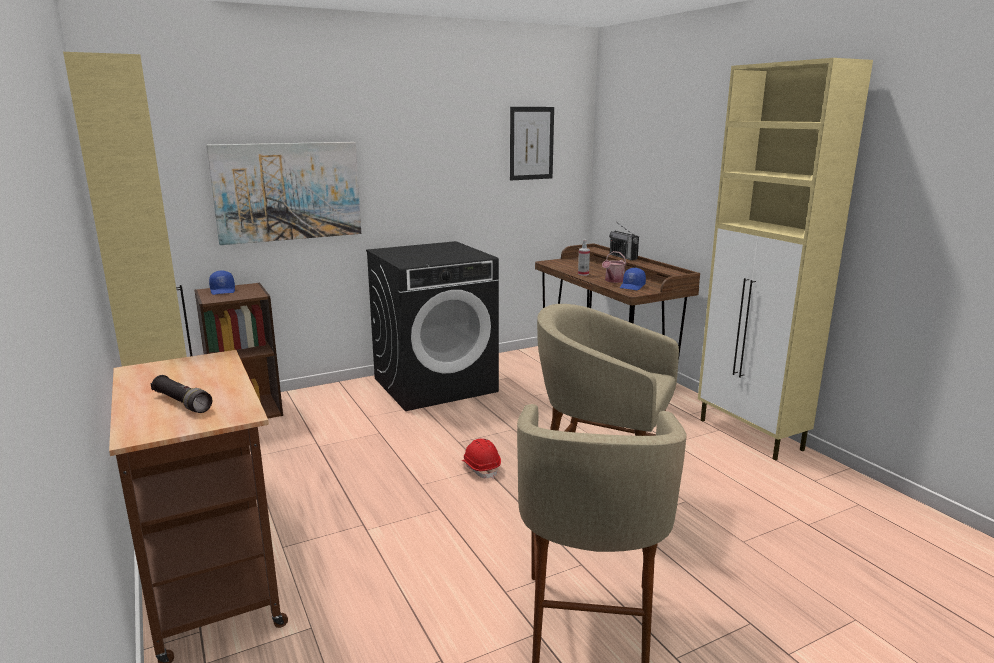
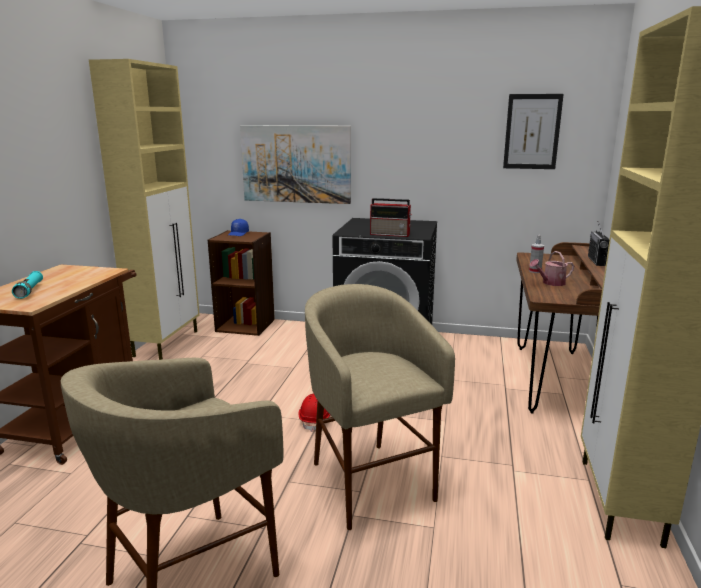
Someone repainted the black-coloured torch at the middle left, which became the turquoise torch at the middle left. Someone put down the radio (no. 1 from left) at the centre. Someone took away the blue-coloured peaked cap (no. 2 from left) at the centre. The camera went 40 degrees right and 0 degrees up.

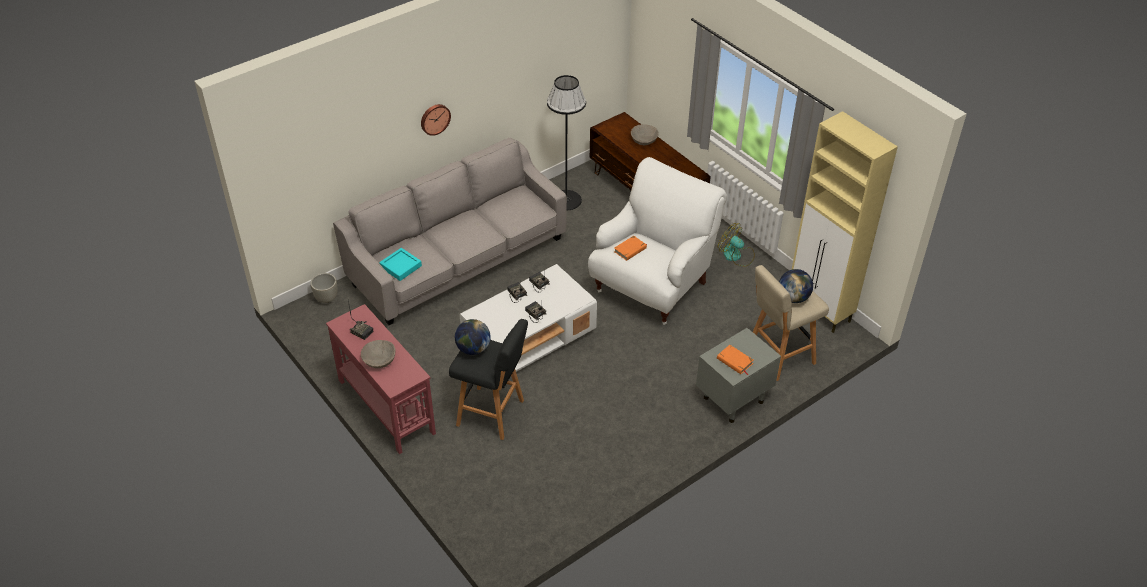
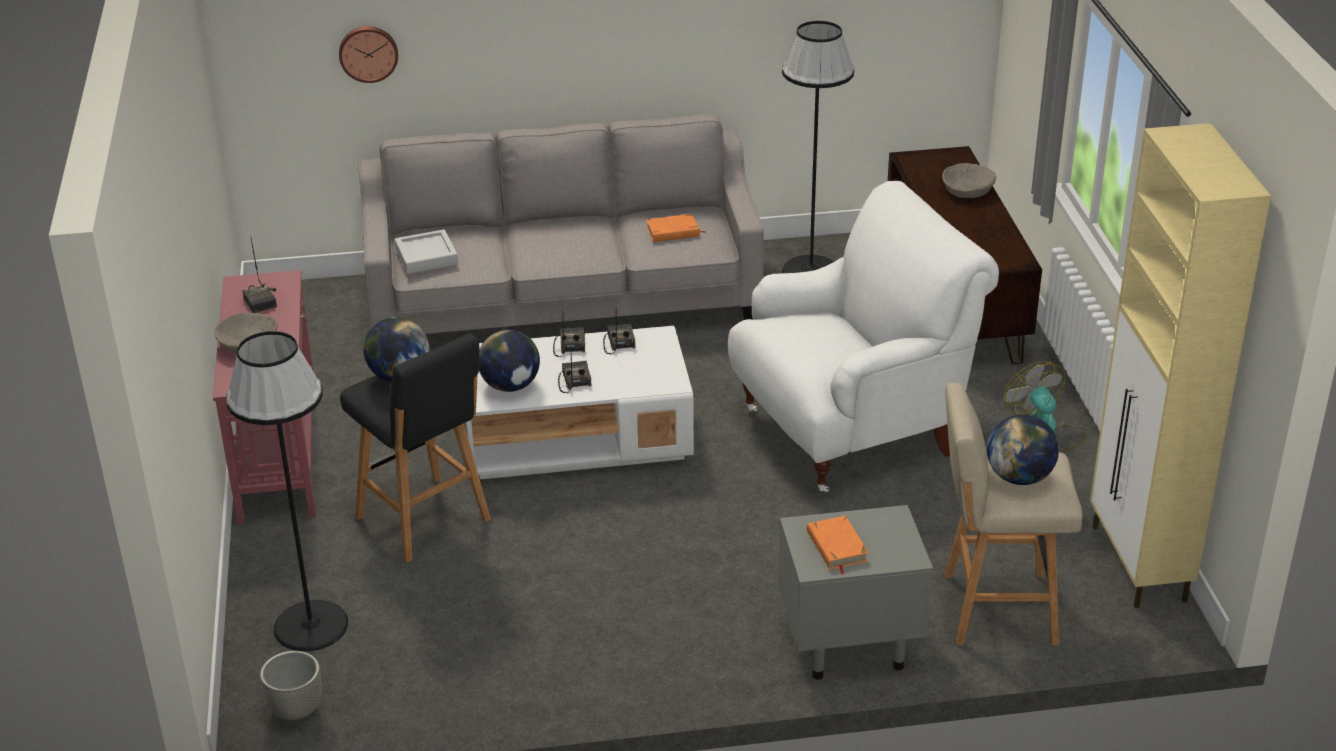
Someone put down the black-coloured standard lamp (no. 1 from left) at the middle left. Someone carried the grey planter from the middle left to the bottom left. Someone carried the wall clock from the top centre to the top left. Someone repainted the turquoise serving tray at the centre, which became the grey serving tray at the middle left. Someone put down the world globe (no. 2 from left) at the centre. Someone carried the orange-coloured bound book (no. 1 from left) from the centre to the top centre. The camera went 30 degrees right and 10 degrees down.

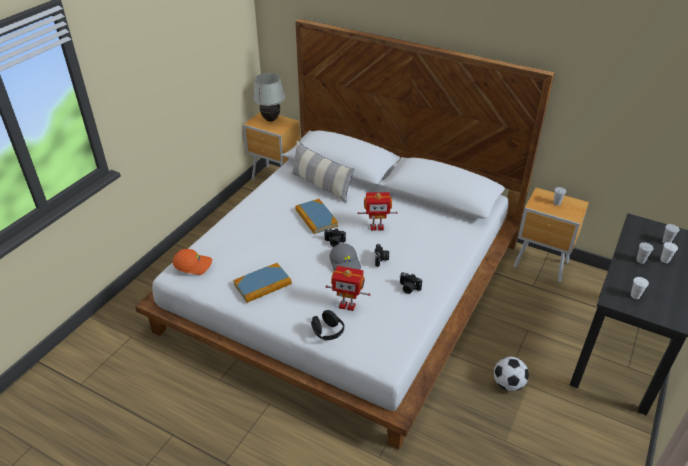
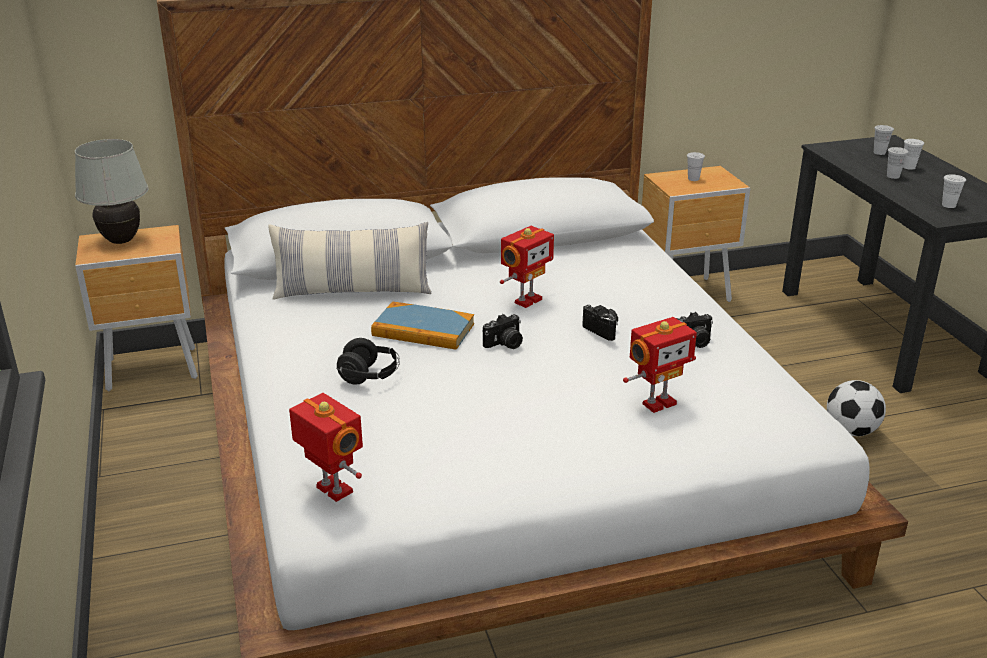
Someone swapped the orange-coloured peaked cap at the middle left for the model robot (no. 1 from left) at the bottom left. Someone carried the black-coloured pair of headphones from the bottom centre to the centre. Someone took away the bound book (no. 1 from left) at the centre. Someone took away the grey peaked cap at the centre. The camera went 45 degrees left and 10 degrees down.

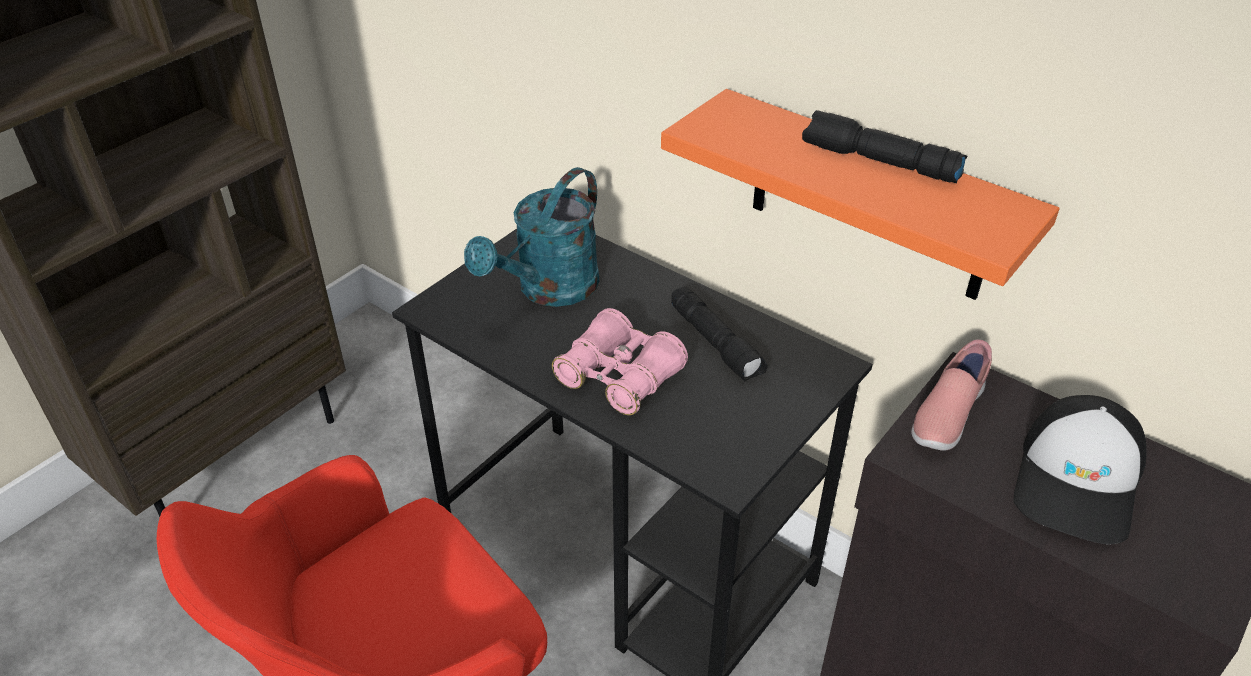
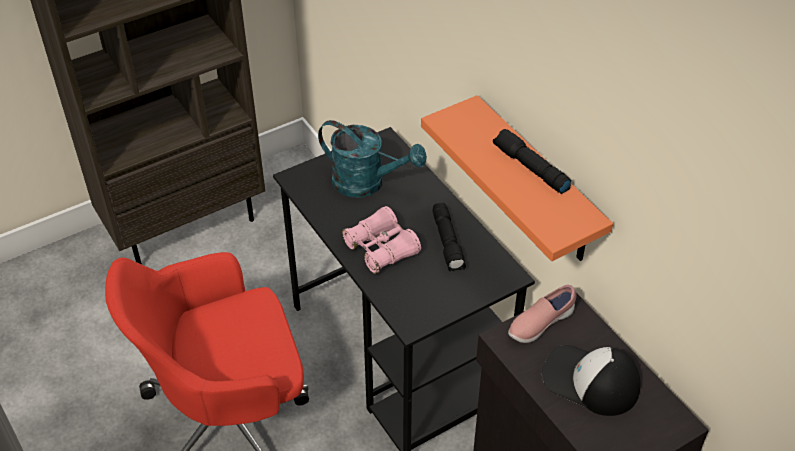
Someone rotated the turquoise sprinkling can at the centre by 120 degrees counterclockwise. Someone rotated the peaked cap at the bottom right by 75 degrees clockwise. The camera went 20 degrees right and 5 degrees up.

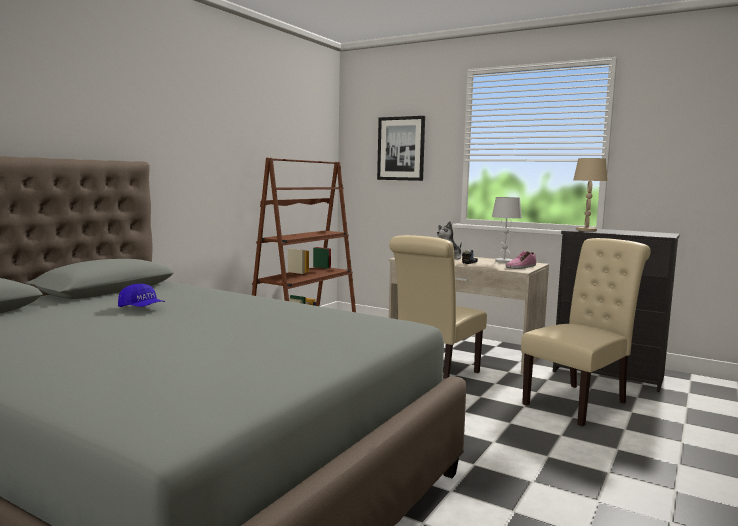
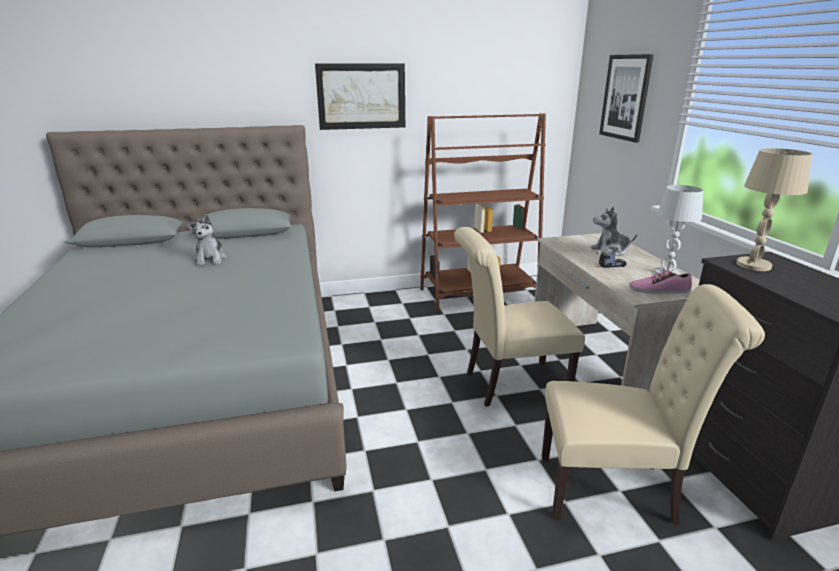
Someone swapped the blue-coloured peaked cap at the middle left for the plush toy (no. 1 from left) at the middle left. Someone put up the wall picture (no. 1 from left) at the top centre. The camera went 45 degrees right and 15 degrees up.

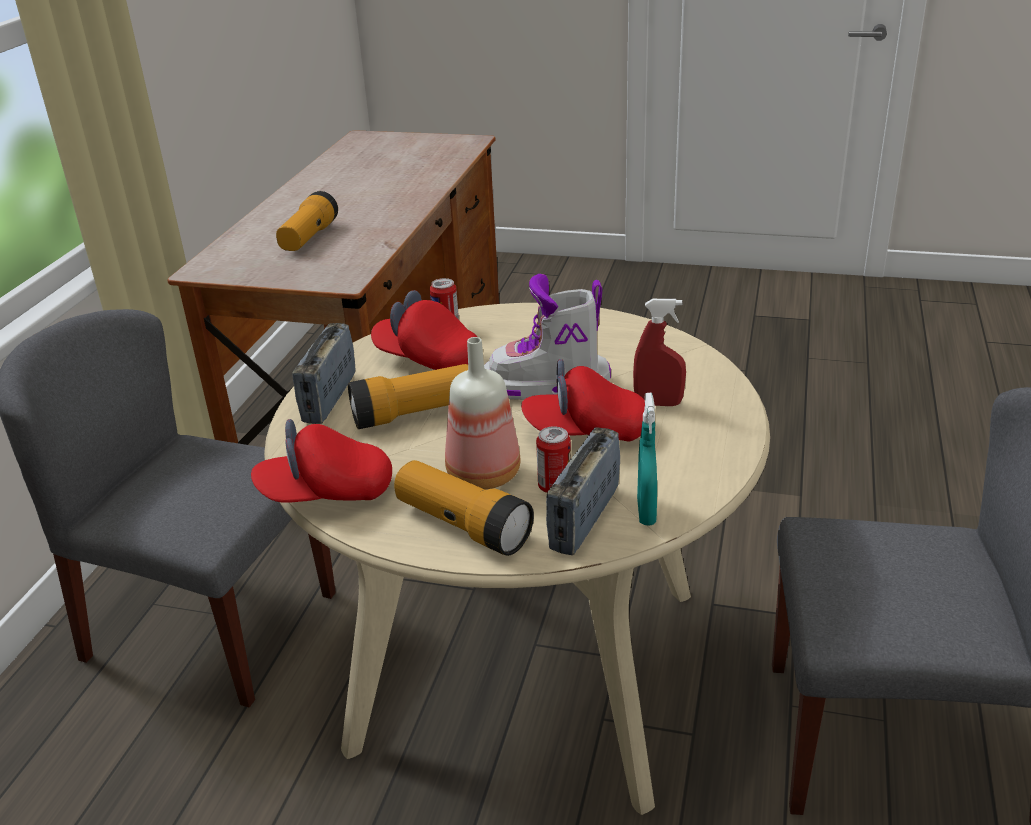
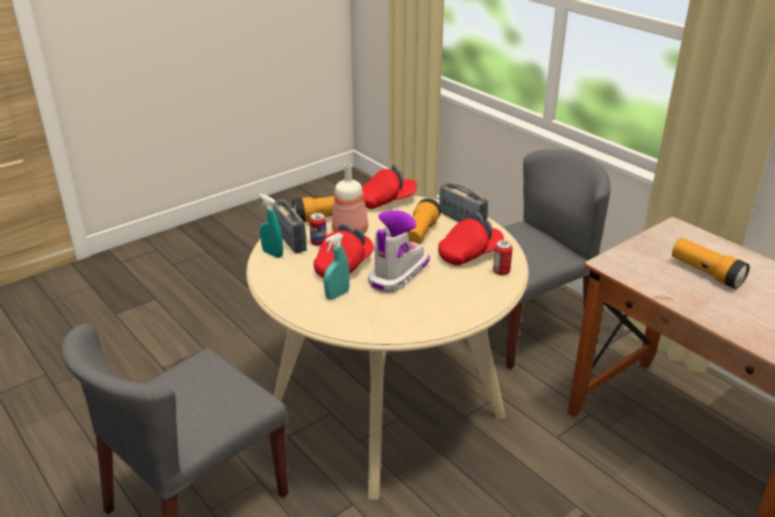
Someone repainted the reddish spray bottle at the centre, which became the turquoise spray bottle (no. 2 from left) at the centre. Someone rotated the reddish peaked cap (no. 1 from left in the first image) at the middle left by 45 degrees clockwise. The camera went 125 degrees right and 0 degrees up.

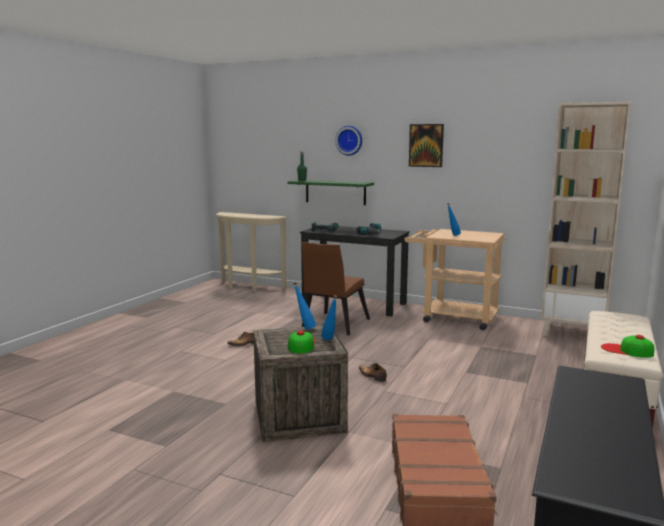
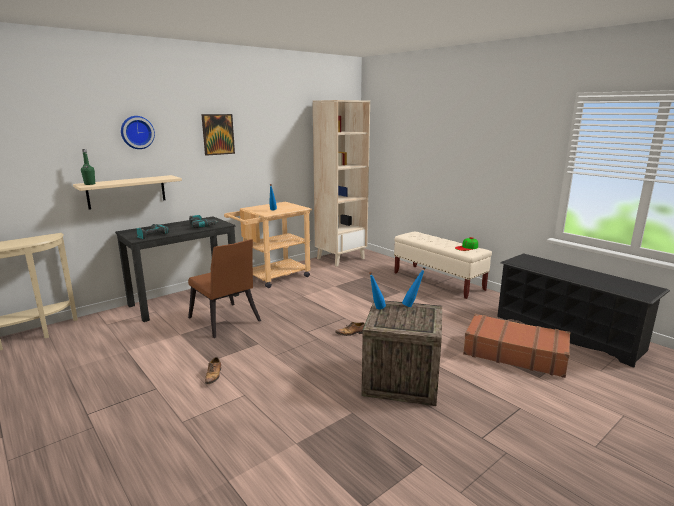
Someone repainted the greenish bracket shelf at the centre, which became the sand-coloured bracket shelf at the middle left. Someone took away the peaked cap (no. 1 from left) at the centre. The camera went 65 degrees left and 5 degrees up.

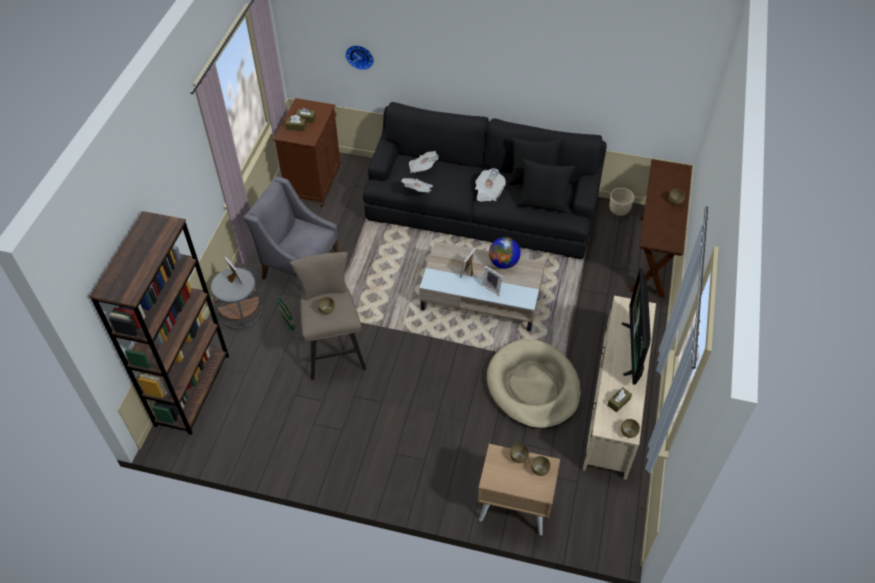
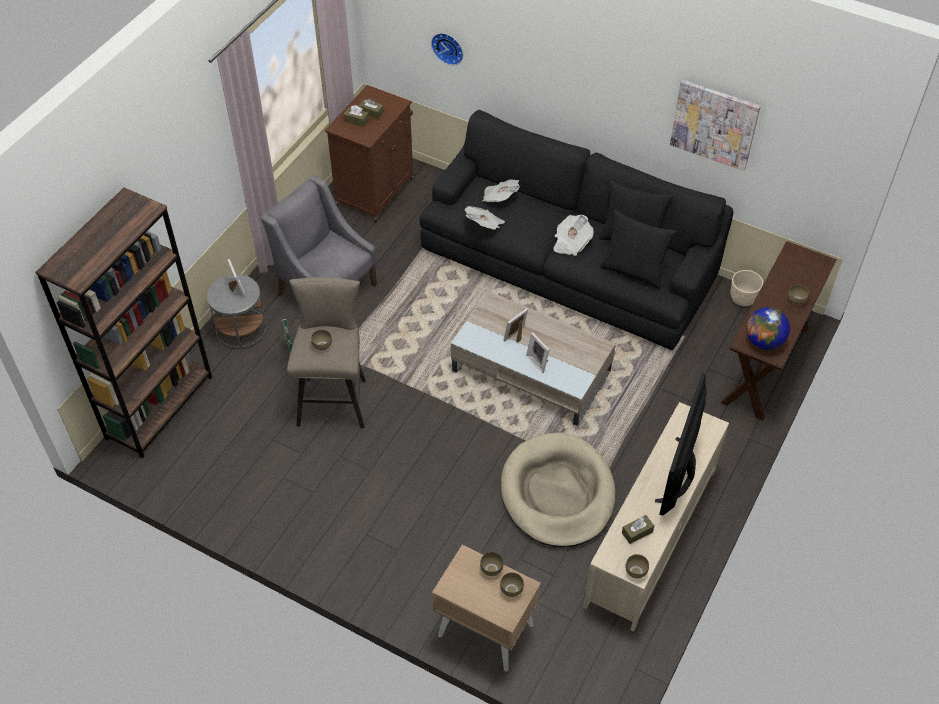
Someone put up the wall picture at the top right. Someone carried the world globe from the centre to the middle right. The camera went 15 degrees right and 0 degrees up.

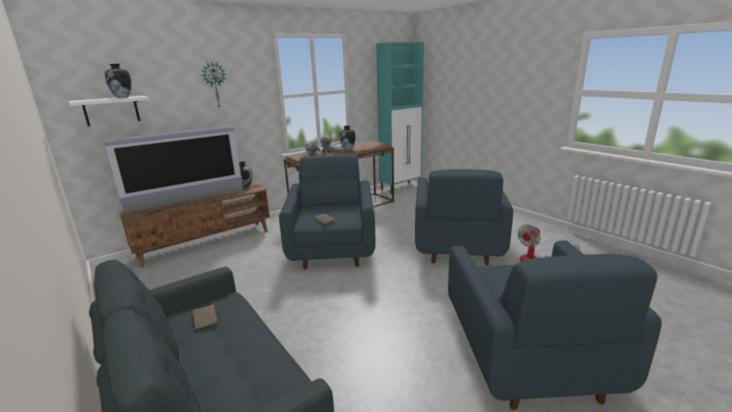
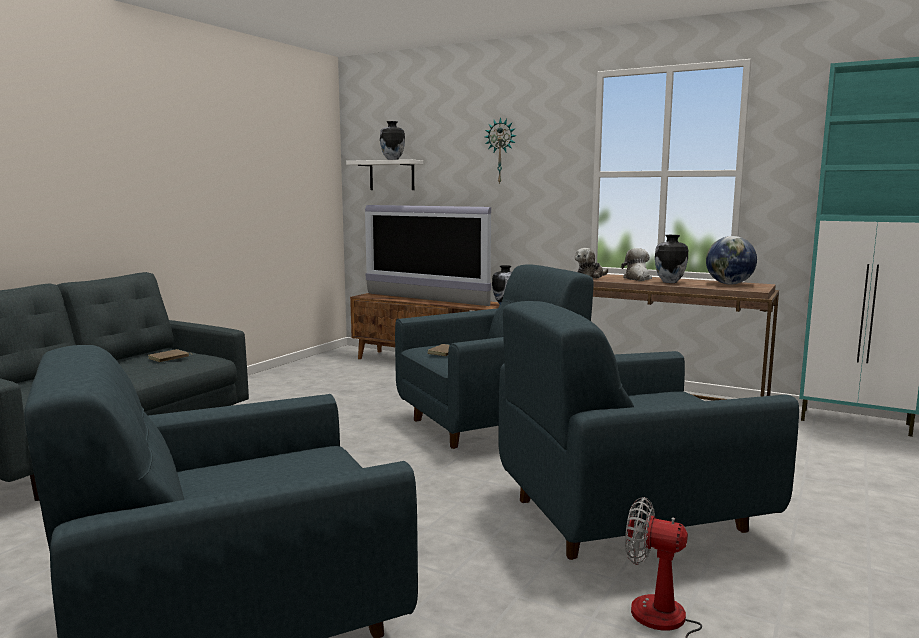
Someone put down the world globe at the middle right. The camera went 65 degrees right and 10 degrees down.

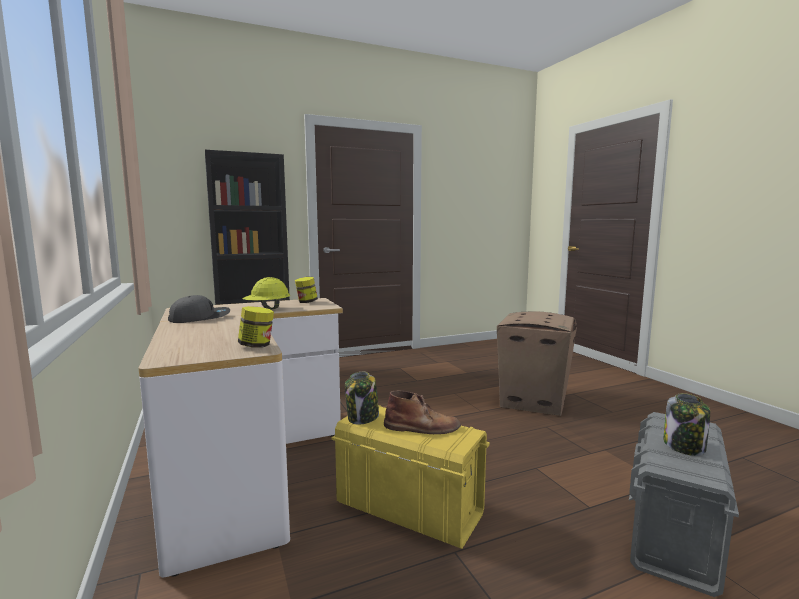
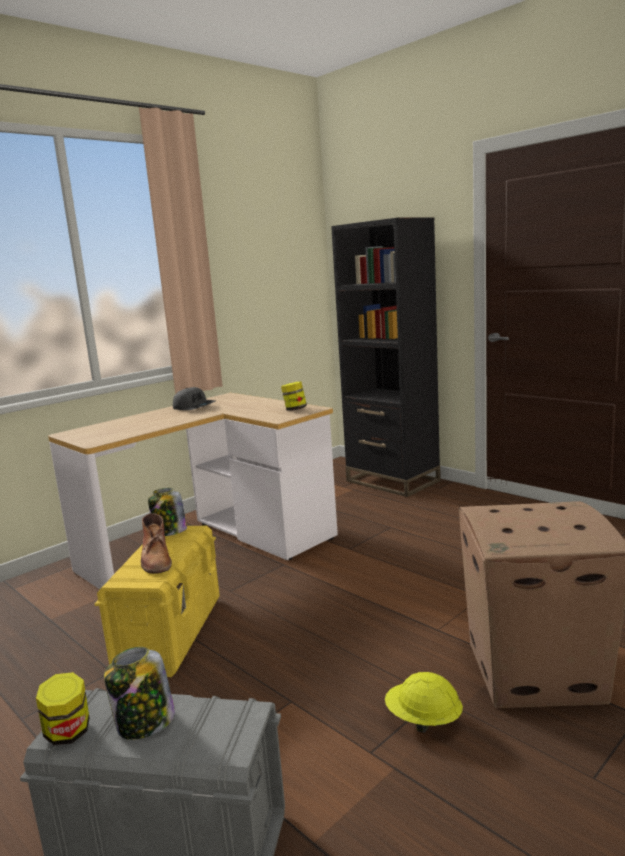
Someone carried the storage jar (no. 1 from left) from the middle left to the bottom left. Someone carried the yellow-coloured work helmet from the middle left to the bottom right. The camera went 70 degrees right and 5 degrees up.

